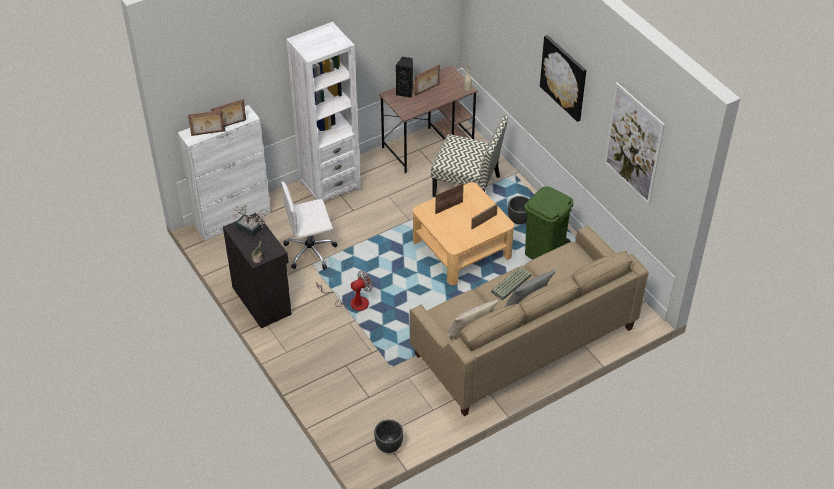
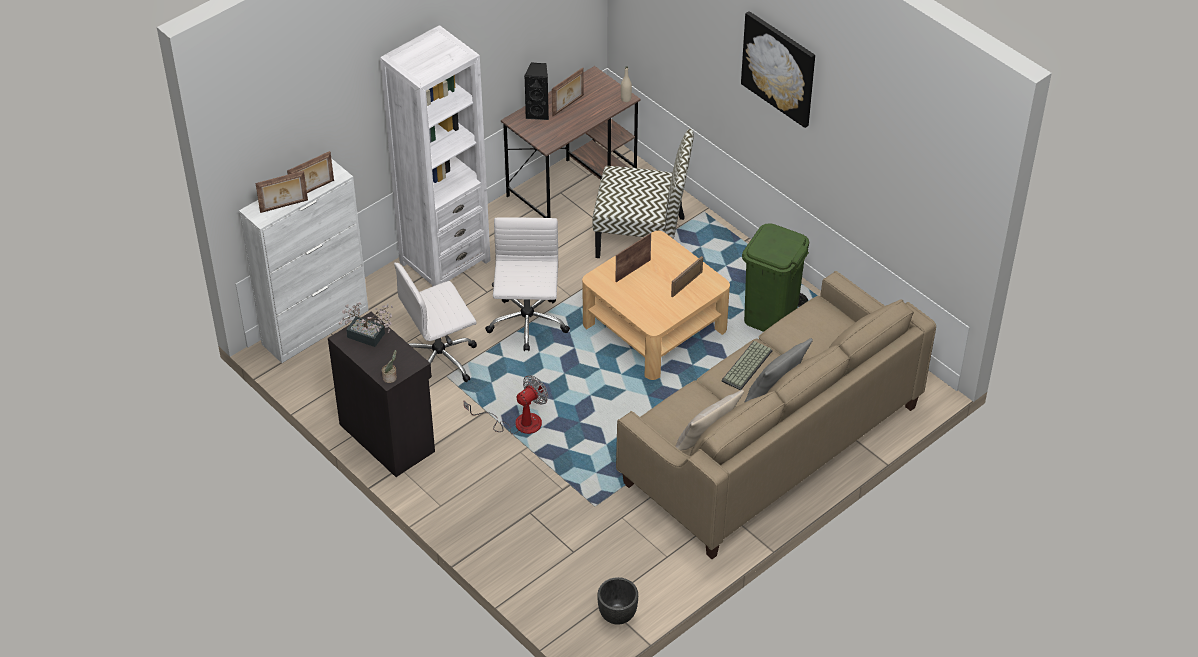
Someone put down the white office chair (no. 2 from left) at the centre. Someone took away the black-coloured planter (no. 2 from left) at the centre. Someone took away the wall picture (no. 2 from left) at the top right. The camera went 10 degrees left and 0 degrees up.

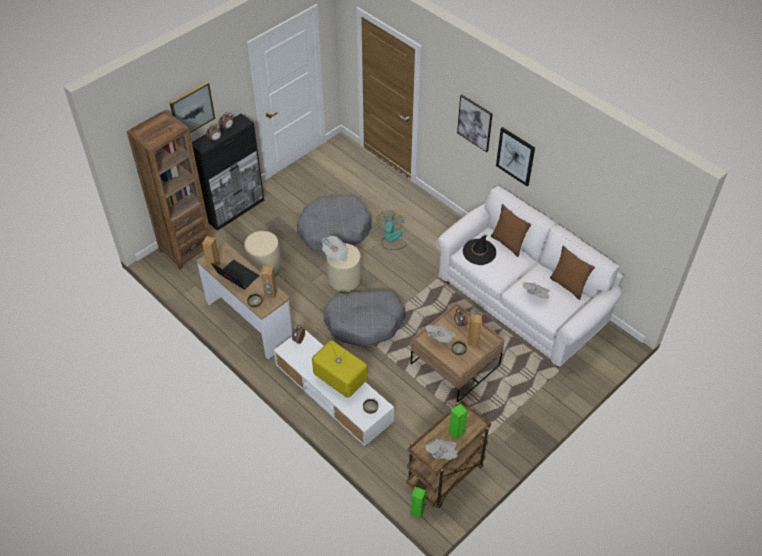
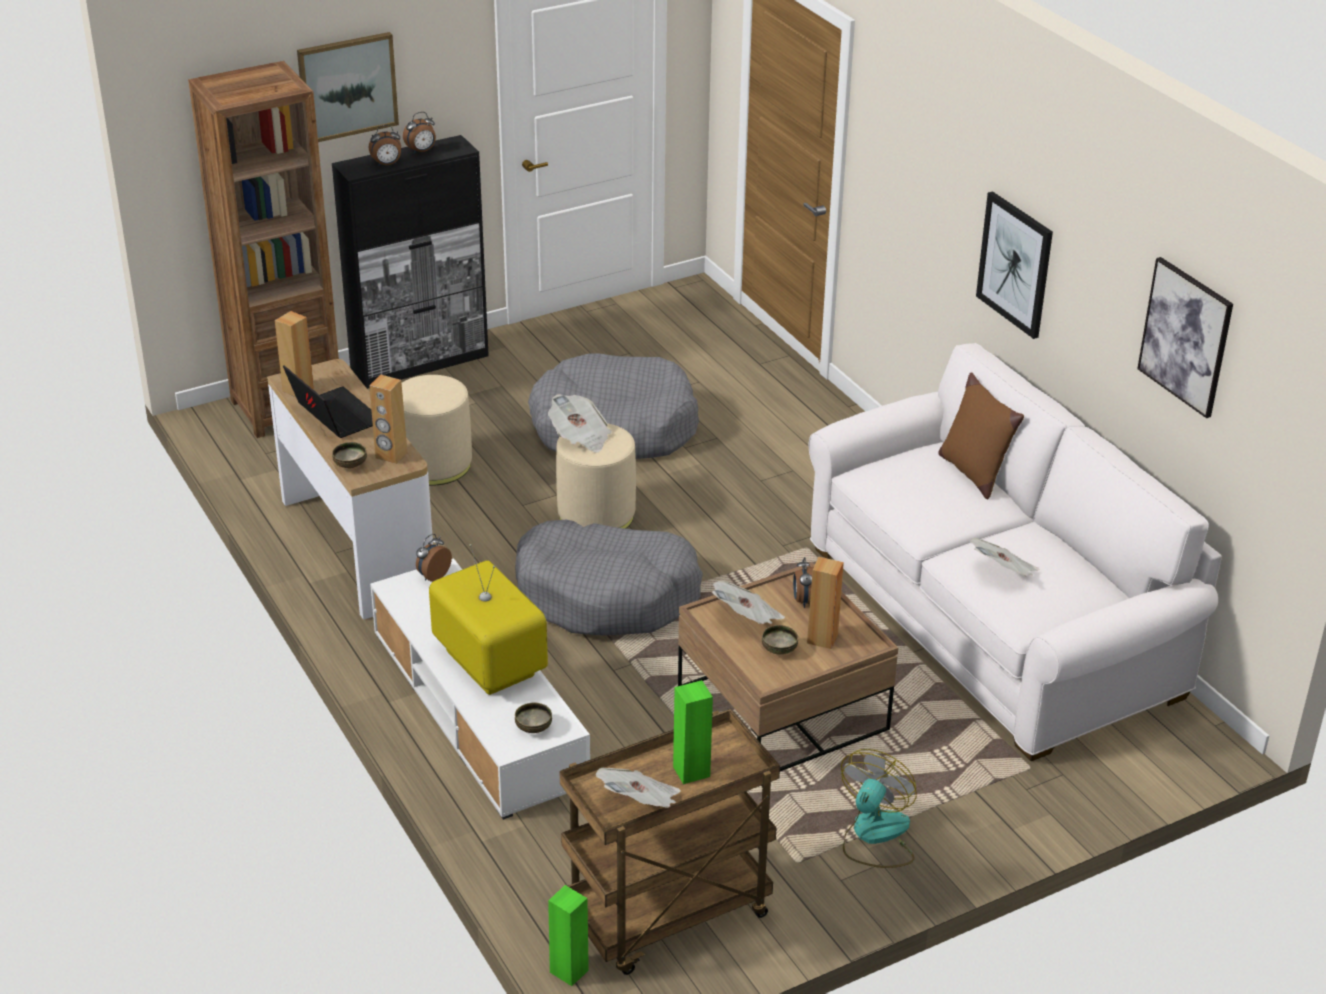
Someone carried the cooling fan from the centre to the bottom centre. Someone carried the wall picture (no. 2 from left in the first image) from the top centre to the middle right. Someone took away the black-coloured clothing hat at the centre. Someone took away the brown-coloured pillow (no. 2 from left) at the middle right. The camera went 15 degrees right and 15 degrees down.

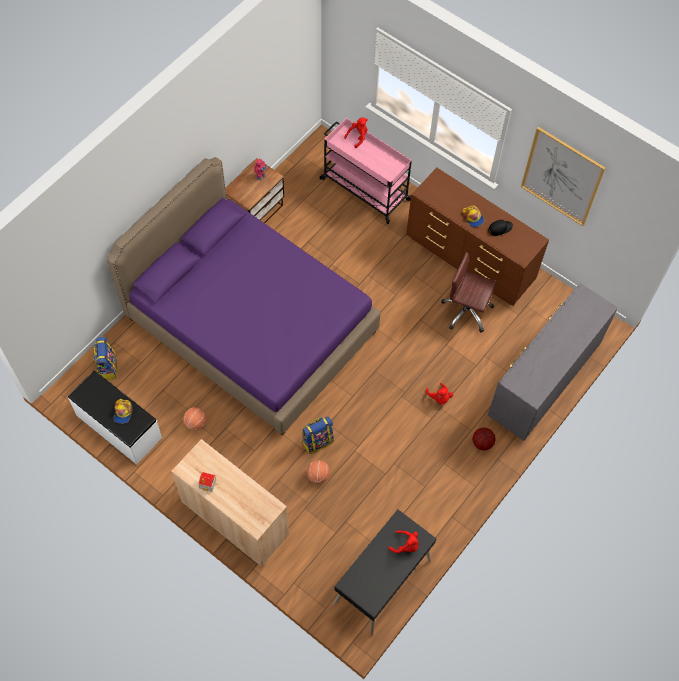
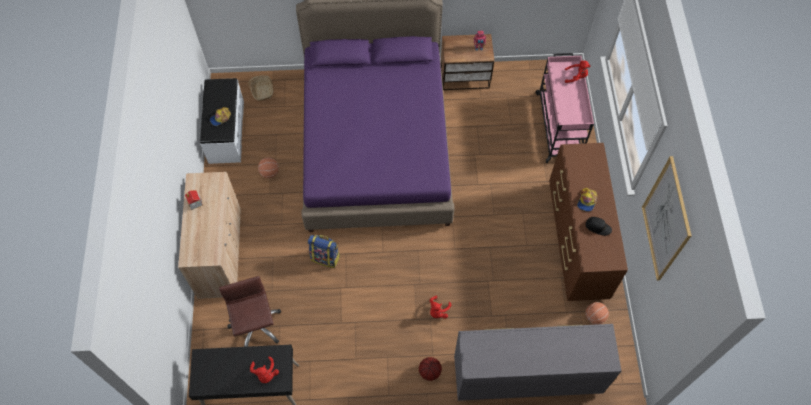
Someone carried the brown-coloured office chair from the middle right to the bottom left. Someone swapped the rucksack (no. 1 from left) at the middle left for the household basket at the top left. Someone carried the basketball (no. 2 from left in the first image) from the bottom centre to the bottom right. The camera went 50 degrees right and 0 degrees up.

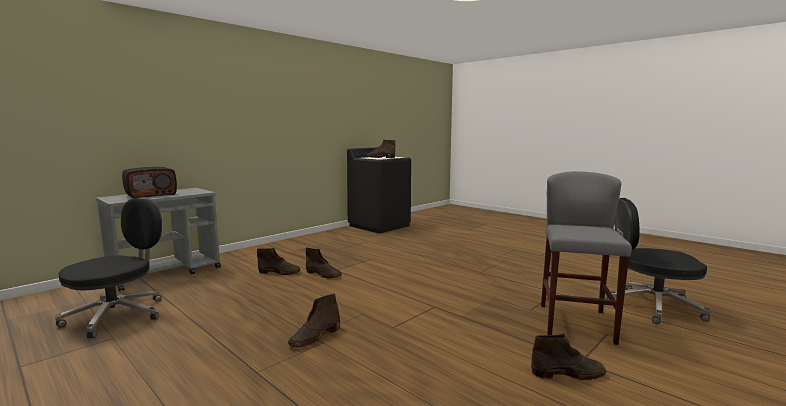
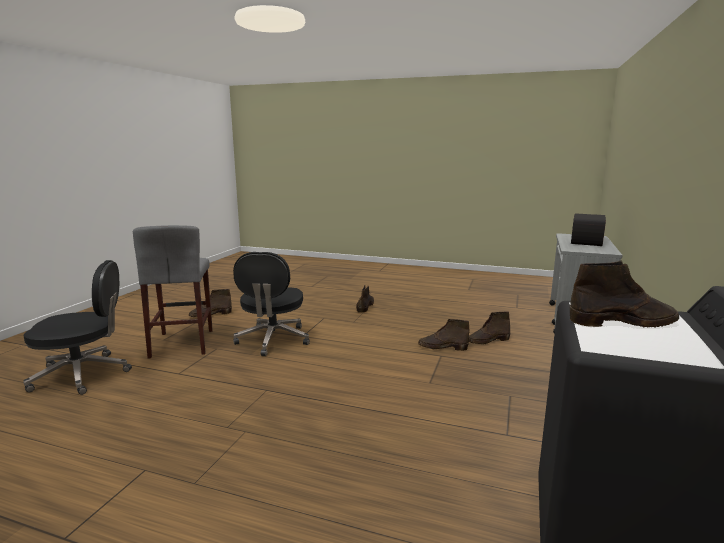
Someone carried the black-coloured office chair (no. 1 from left in the first image) from the middle left to the centre. The camera went 155 degrees right and 5 degrees up.

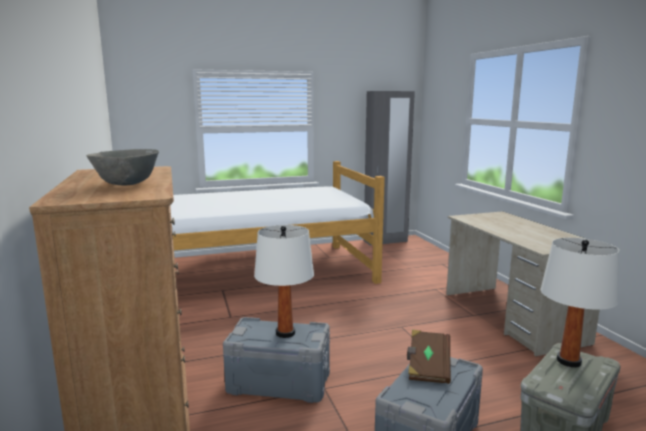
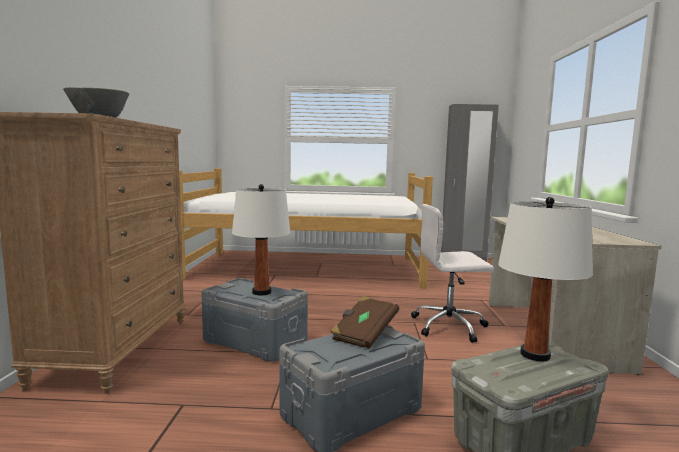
Someone put down the white office chair at the centre. The camera went 20 degrees right and 5 degrees down.

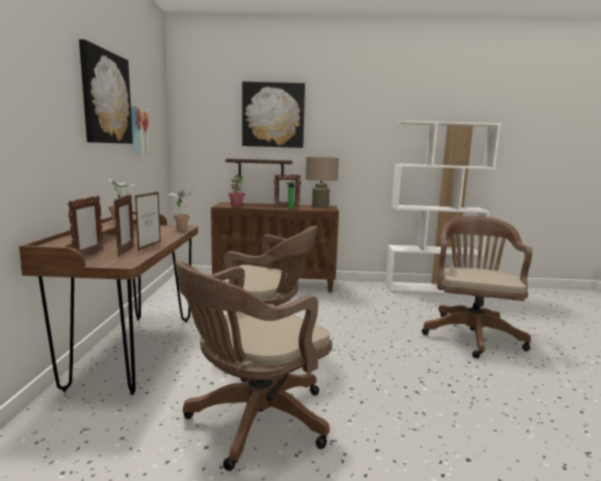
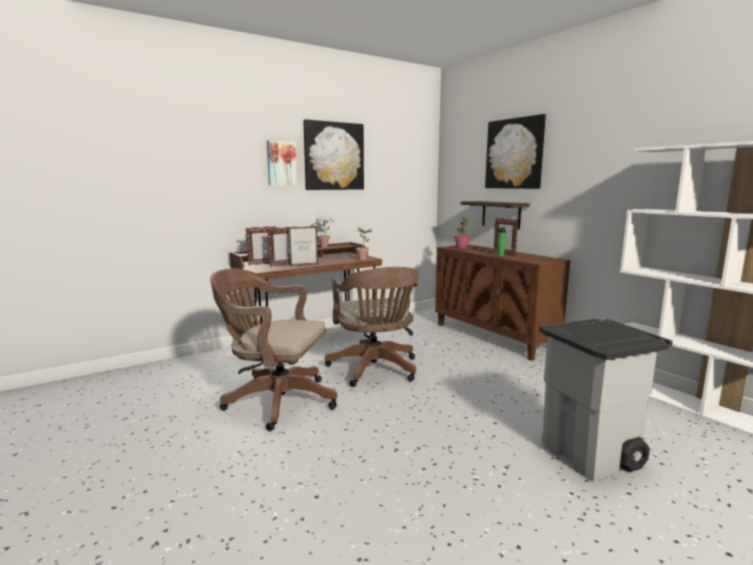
Someone carried the wall picture (no. 2 from left in the first image) from the top left to the top centre. Someone swapped the brown-coloured office chair (no. 3 from left) at the middle right for the grey rubbish bin at the bottom right. Someone took away the sand-coloured tabletop lamp at the centre. The camera went 55 degrees right and 0 degrees up.

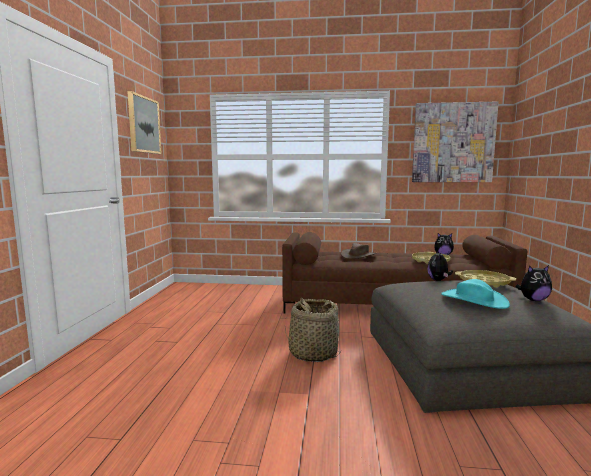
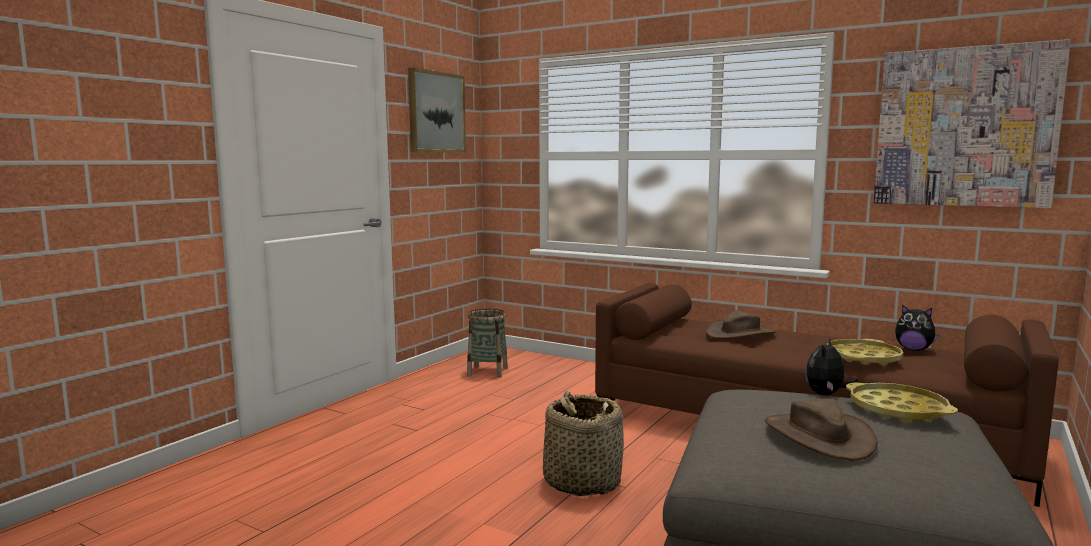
Someone put down the household basket (no. 1 from left) at the centre. Someone repainted the turquoise clothing hat at the middle right, which became the brown-coloured clothing hat (no. 2 from left) at the bottom right. Someone took away the plush toy (no. 3 from left) at the middle right. The camera went 25 degrees right and 0 degrees up.

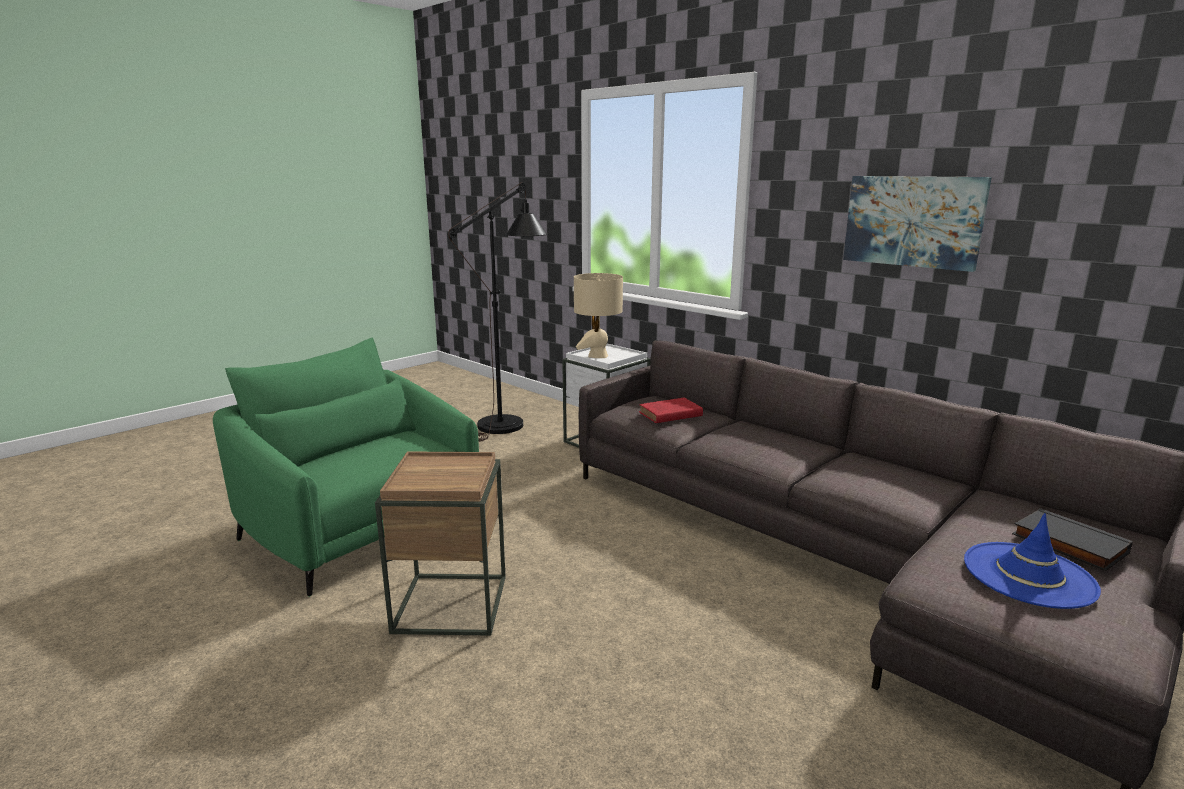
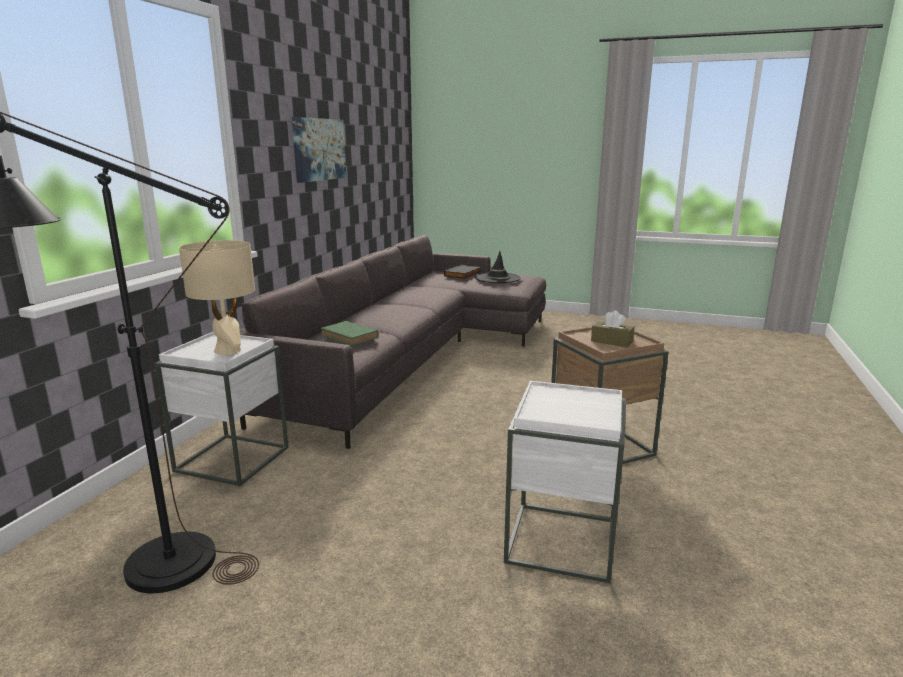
Someone repainted the reddish bound book at the centre, which became the greenish bound book at the centre. Someone repainted the blue-coloured clothing hat at the bottom right, which became the black-coloured clothing hat at the centre. Someone swapped the greenish lounge chair at the middle left for the white accent table (no. 2 from left) at the bottom centre. Someone put down the brown-coloured box of tissues at the middle right. The camera went 115 degrees left and 0 degrees up.

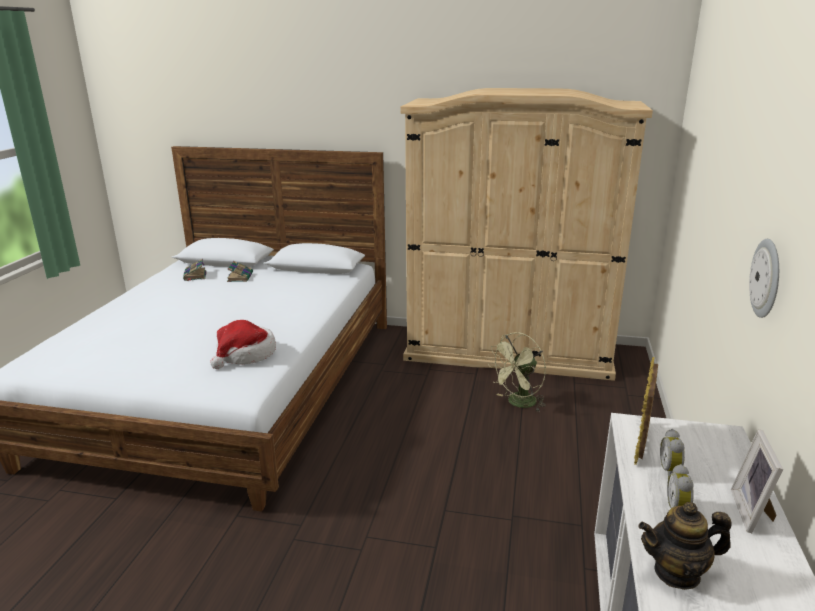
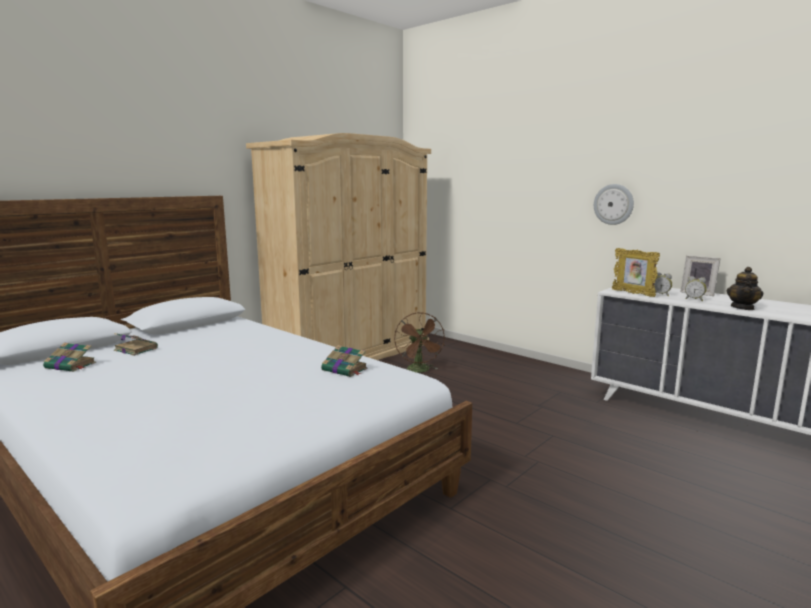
Someone swapped the clothing hat at the middle left for the bound book (no. 3 from left) at the centre. Someone repainted the greenish cooling fan at the centre, which became the brown-coloured cooling fan at the centre. The camera went 60 degrees left and 10 degrees down.

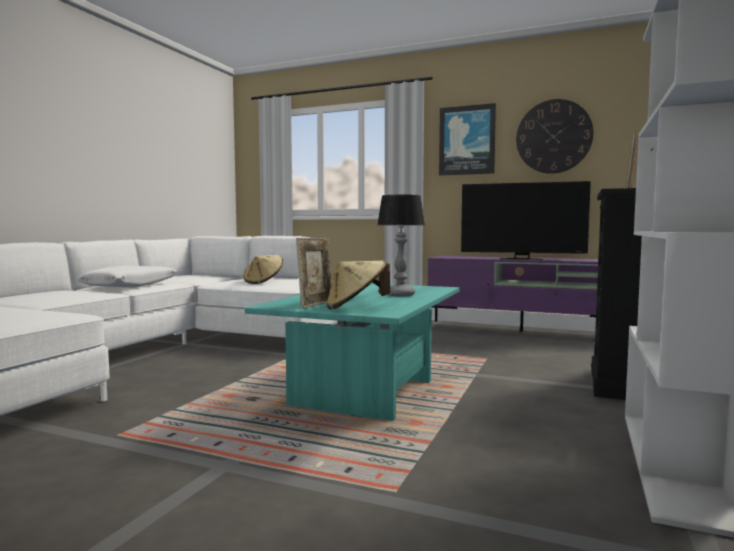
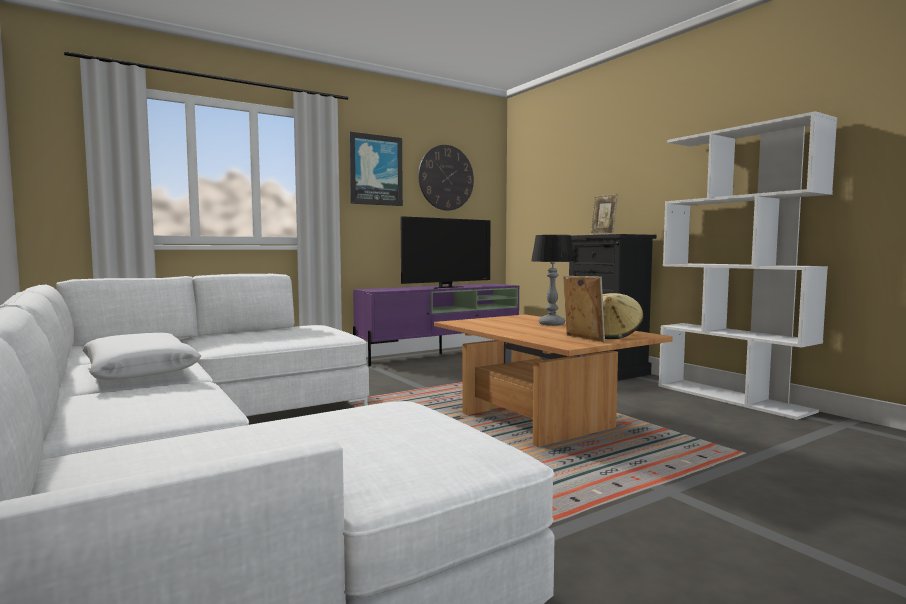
Someone repainted the turquoise lounge table at the centre, which became the brown-coloured lounge table at the centre. Someone took away the sand-coloured clothing hat (no. 1 from left) at the centre. The camera went 55 degrees left and 0 degrees up.

